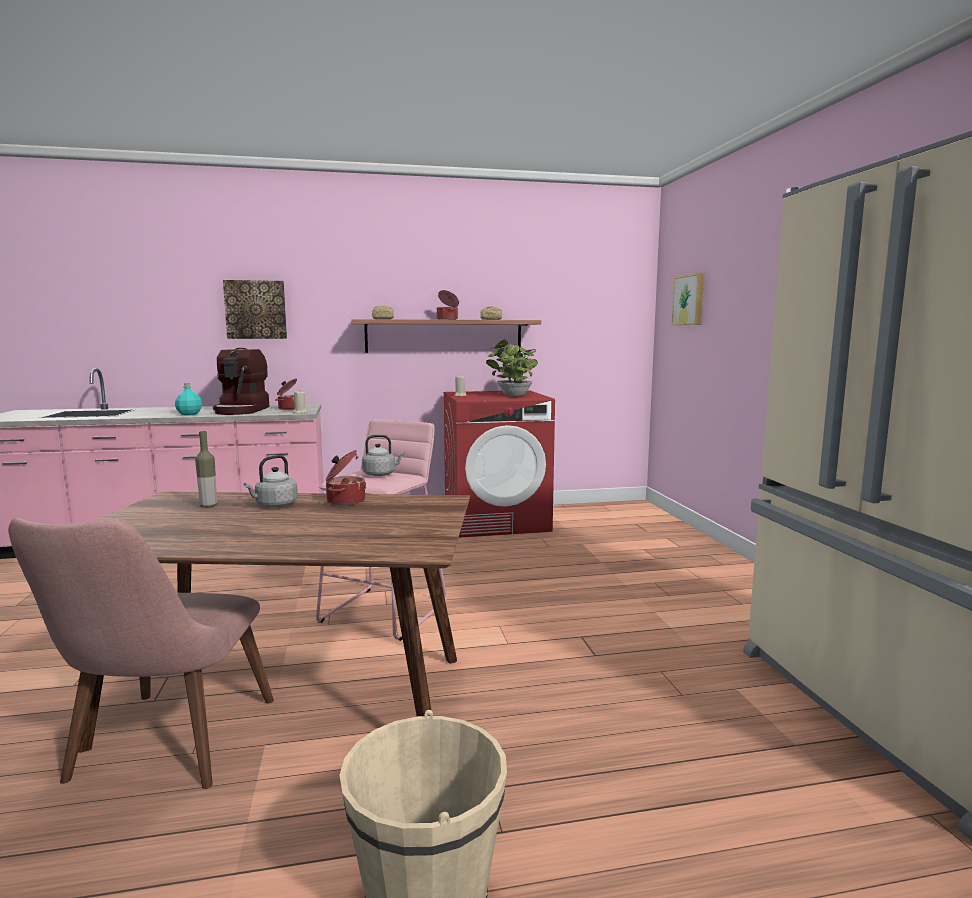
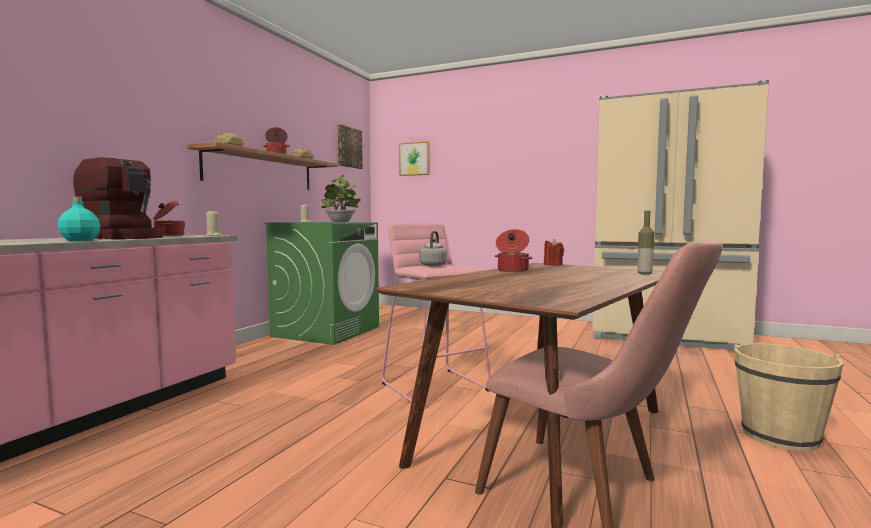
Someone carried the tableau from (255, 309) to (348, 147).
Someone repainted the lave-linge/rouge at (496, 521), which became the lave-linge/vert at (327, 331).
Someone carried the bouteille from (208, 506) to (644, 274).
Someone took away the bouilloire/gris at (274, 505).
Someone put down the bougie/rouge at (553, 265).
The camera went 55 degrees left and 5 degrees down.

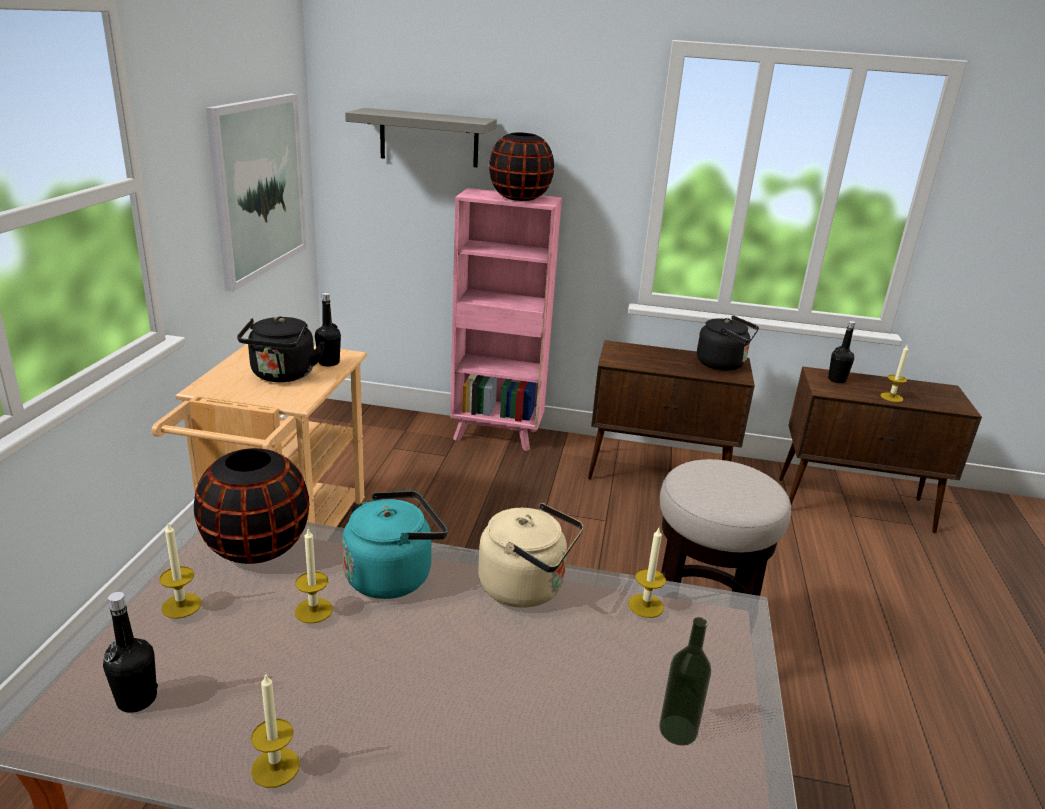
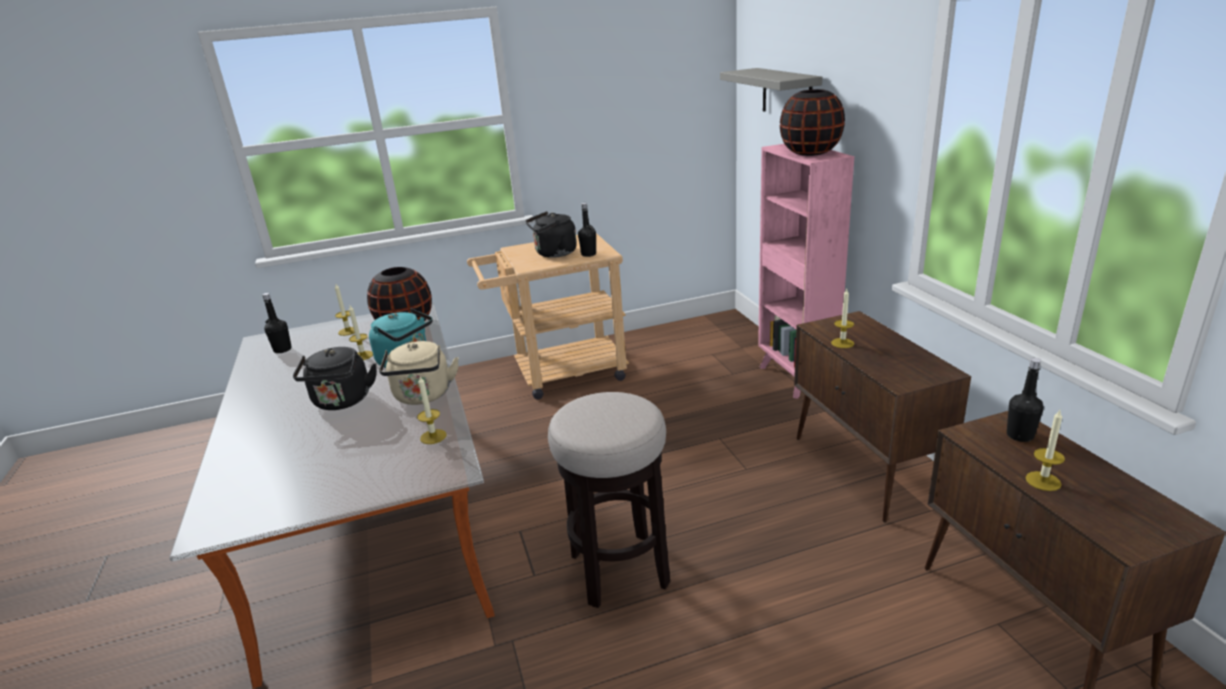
Someone took away the tableau at (259, 187).
Someone carried the bouilloire/noir from (723, 364) to (342, 402).
Someone took away the bouteille at (678, 730).
Someone carried the bougie from (275, 767) to (842, 343).
The camera went 65 degrees right and 0 degrees up.

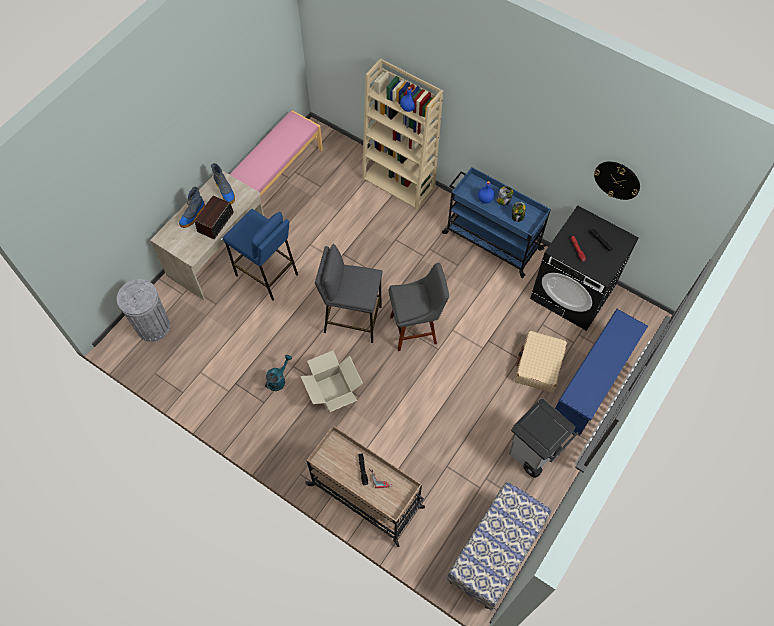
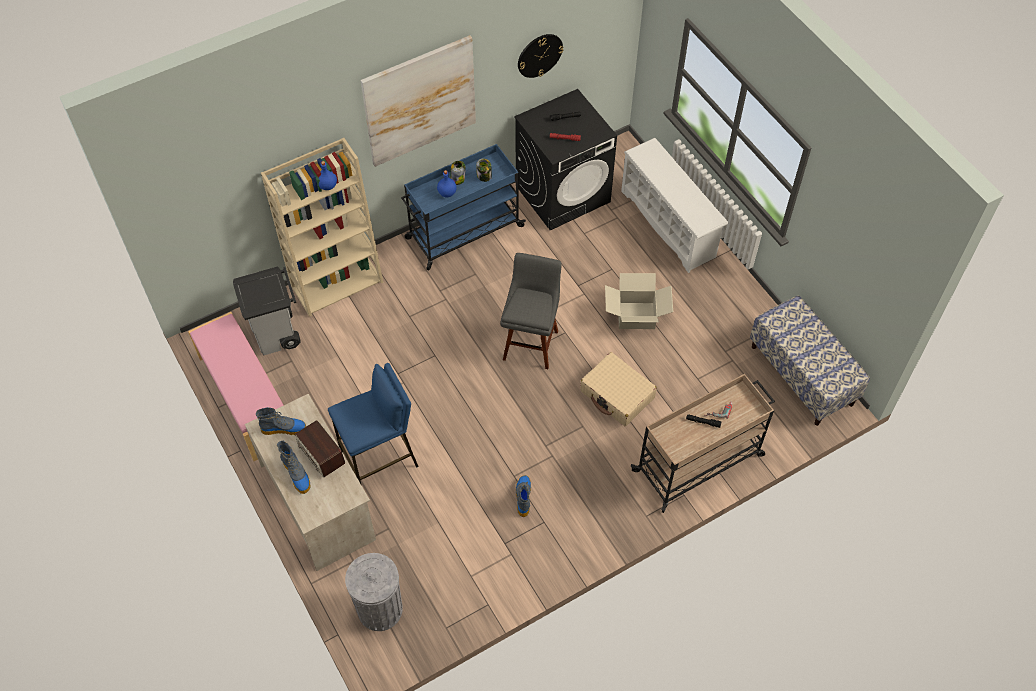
Someone took away the tabouret/gris at (352, 319).
Someone repainted the étagère à chaussures/bleu at (592, 385), which became the étagère à chaussures/blanc at (669, 224).
Someone carried the valise/beige from (539, 365) to (617, 395).
Someone carried the carton from (333, 391) to (636, 316).
Someone swapped the arrosoir/turquoise at (278, 379) for the botte at (523, 497).
Someone carried the poubelle/gris from (533, 454) to (277, 335).
Someone put up the tableau at (420, 101).
The camera went 65 degrees left and 5 degrees down.

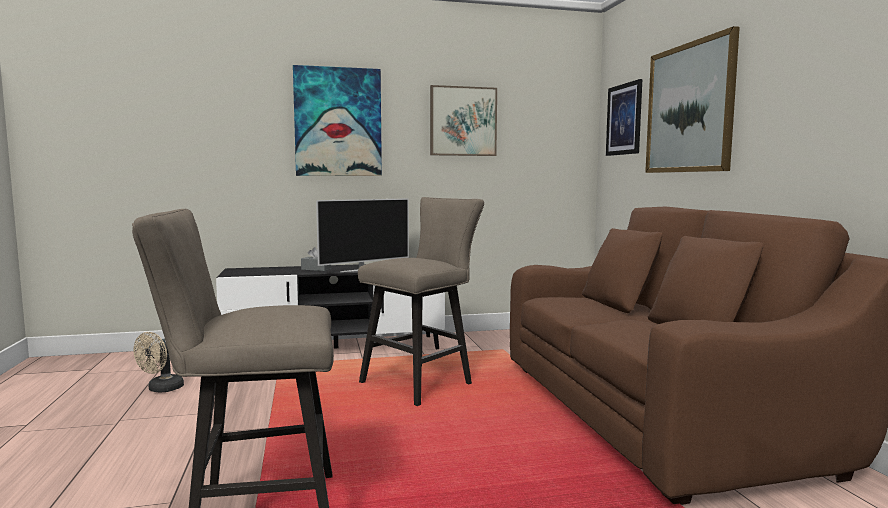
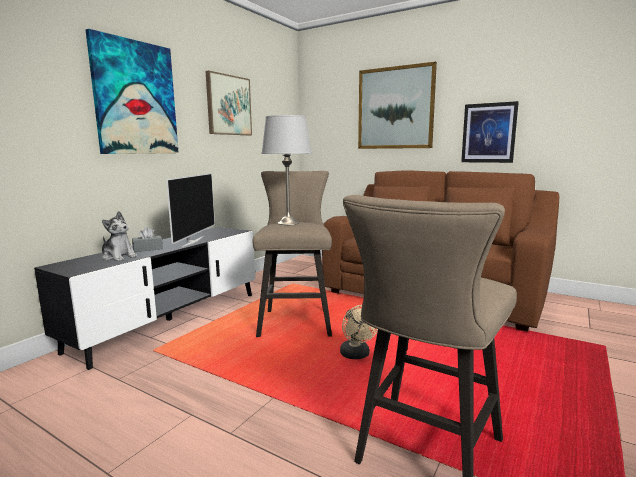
Someone carried the tableau from (624, 119) to (488, 133).
Someone carried the ventilateur/beige from (161, 389) to (357, 355).
Someone put down the lampe de table/gris at (288, 223).
Someone put down the peluche at (118, 257).
The camera went 45 degrees left and 5 degrees up.

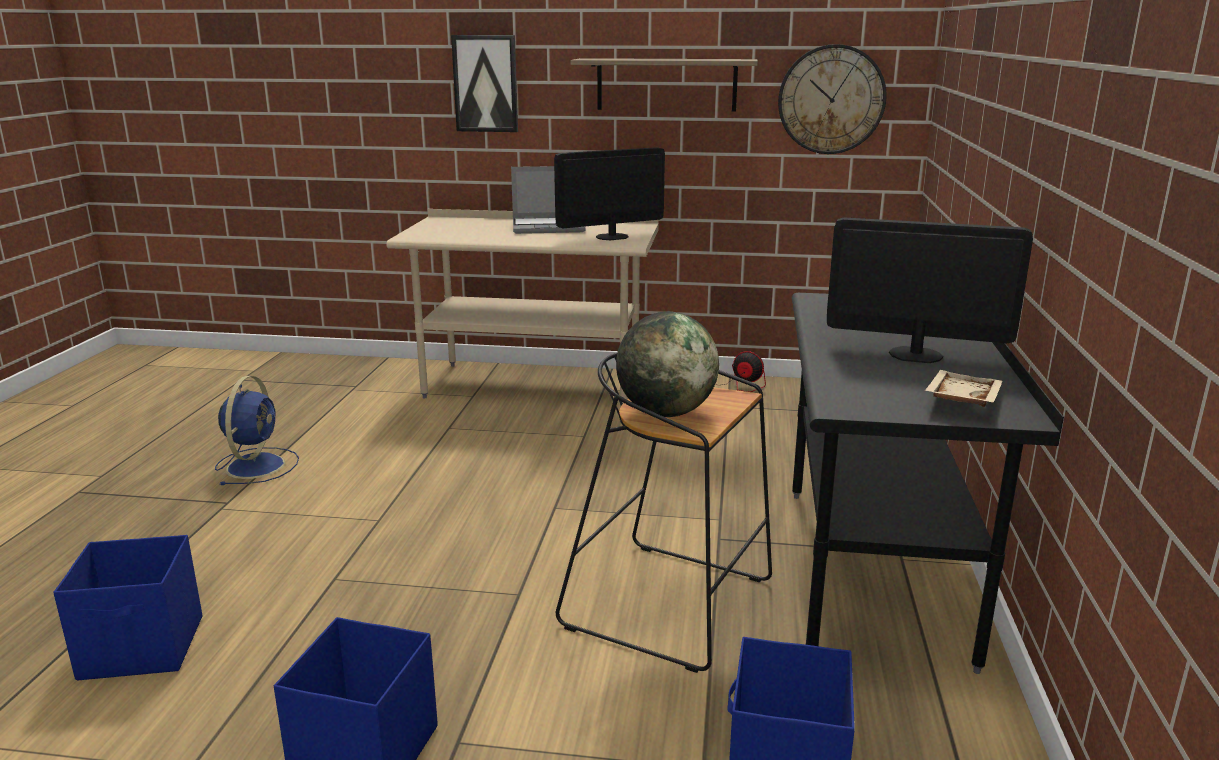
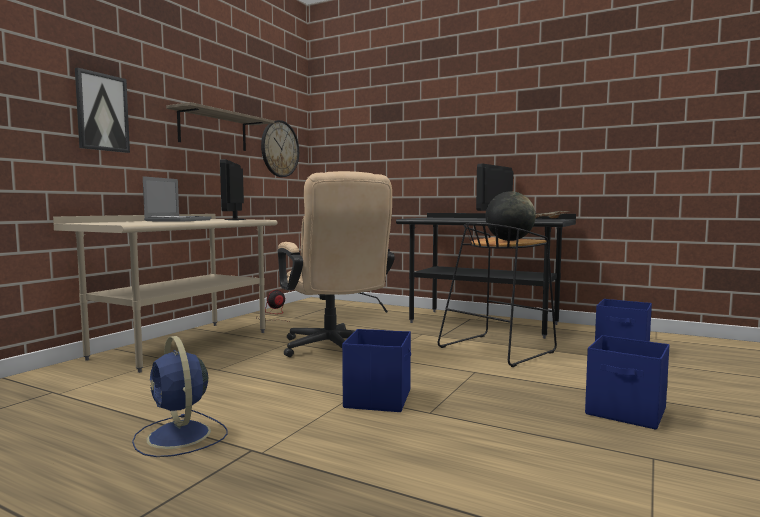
Someone rotated the ventilateur/bleu at (257, 465) by 150 degrees counterclockwise.
Someone carried the boîte de rangement/bleu from (144, 648) to (378, 398).
Someone put down the chaise de bureau/beige at (334, 349).
The camera went 70 degrees left and 15 degrees down.

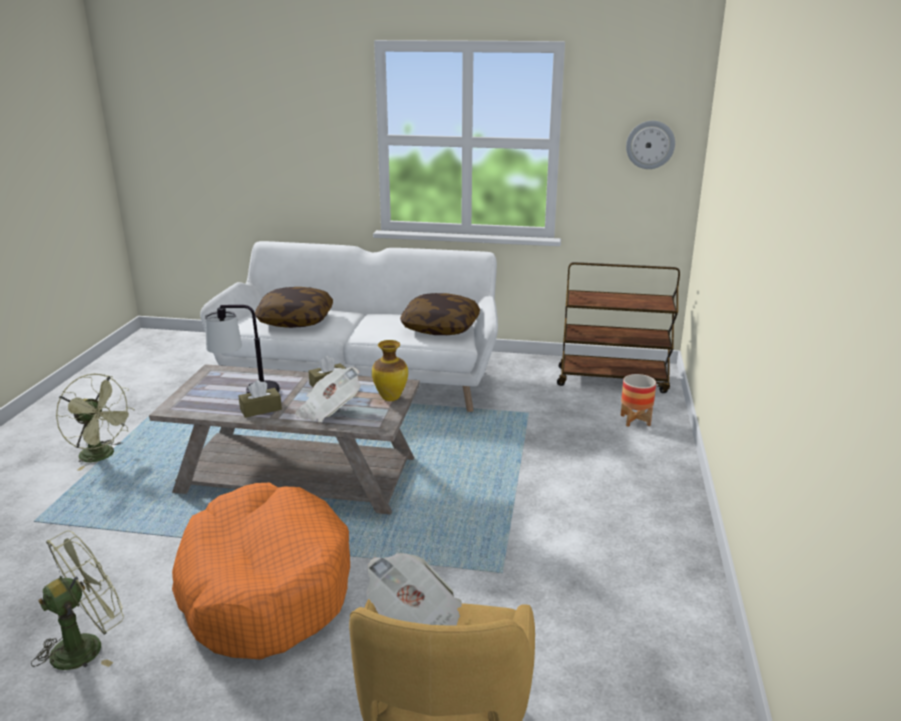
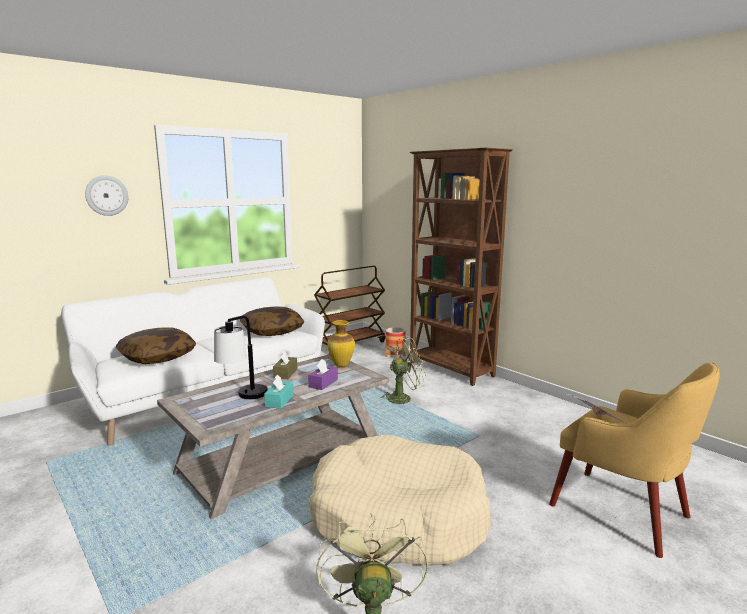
Someone carried the horloge murale from (650, 144) to (106, 195).
Someone swapped the journal at (329, 410) for the boîte à mouchoirs/violet at (323, 383).
Someone carried the ventilateur/vert from (103, 456) to (404, 398).
Someone repainted the boîte à mouchoirs/marron at (261, 409), which became the boîte à mouchoirs/turquoise at (279, 401).
Someone repainted the panier pour chien/orange at (264, 587), which became the panier pour chien/beige at (398, 517).
Someone put down the bibliothèque/marron at (451, 369).
The camera went 50 degrees left and 10 degrees down.

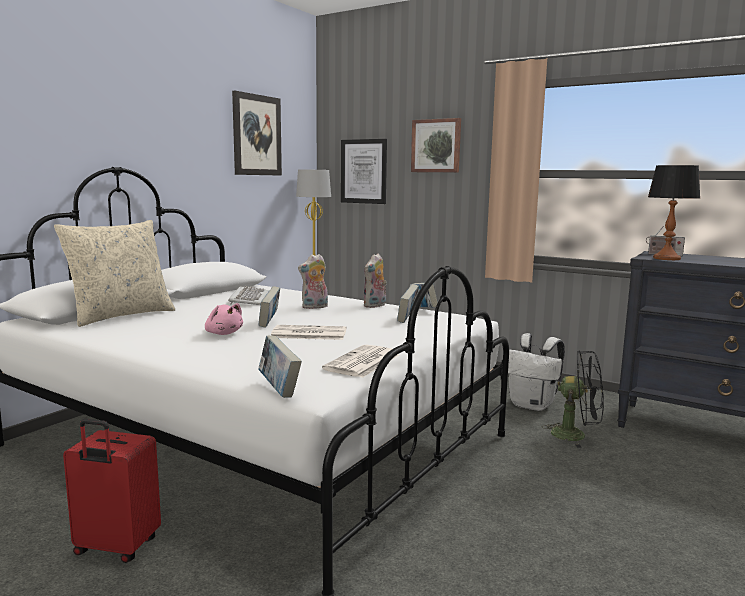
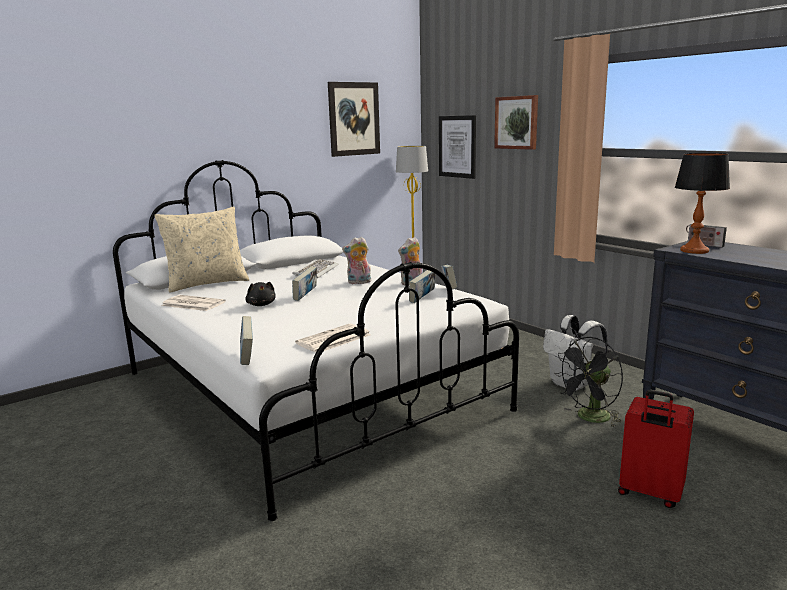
Someone repainted the peluche/rose at (223, 333), which became the peluche/noir at (261, 305).
Someone carried the journal from (308, 334) to (192, 304).
Someone rotated the ventilateur/noir at (576, 435) by 105 degrees clockwise.
Someone carried the valise/rouge from (116, 548) to (649, 493).
The camera went 20 degrees right and 5 degrees up.

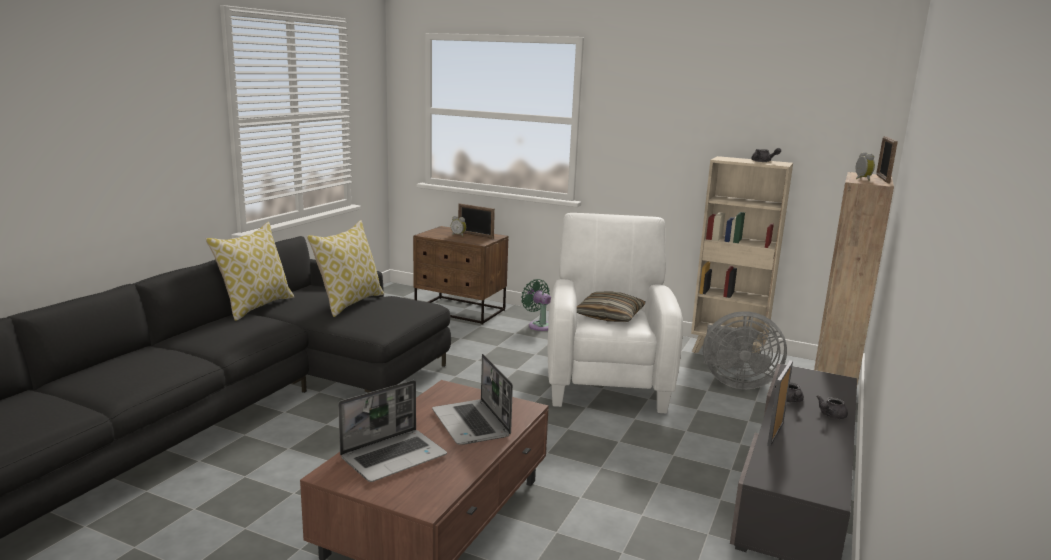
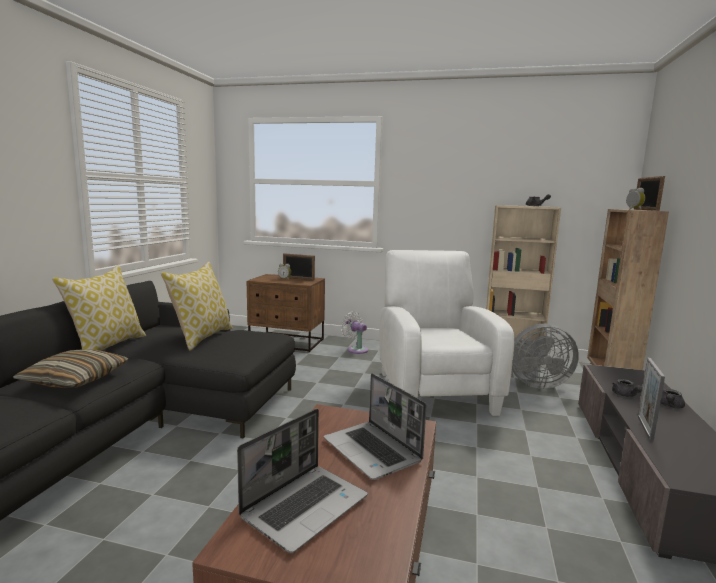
Someone repainted the ventilateur/vert at (539, 325), which became the ventilateur/blanc at (356, 349).
Someone carried the coussin from (609, 316) to (75, 379).
The camera went 10 degrees left and 5 degrees down.

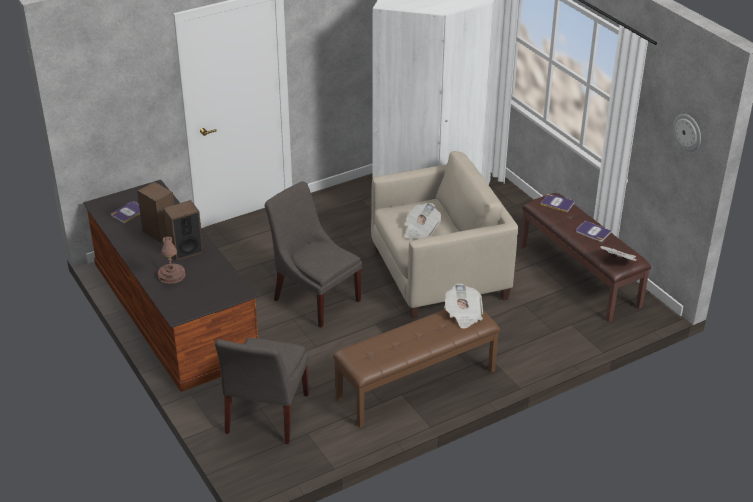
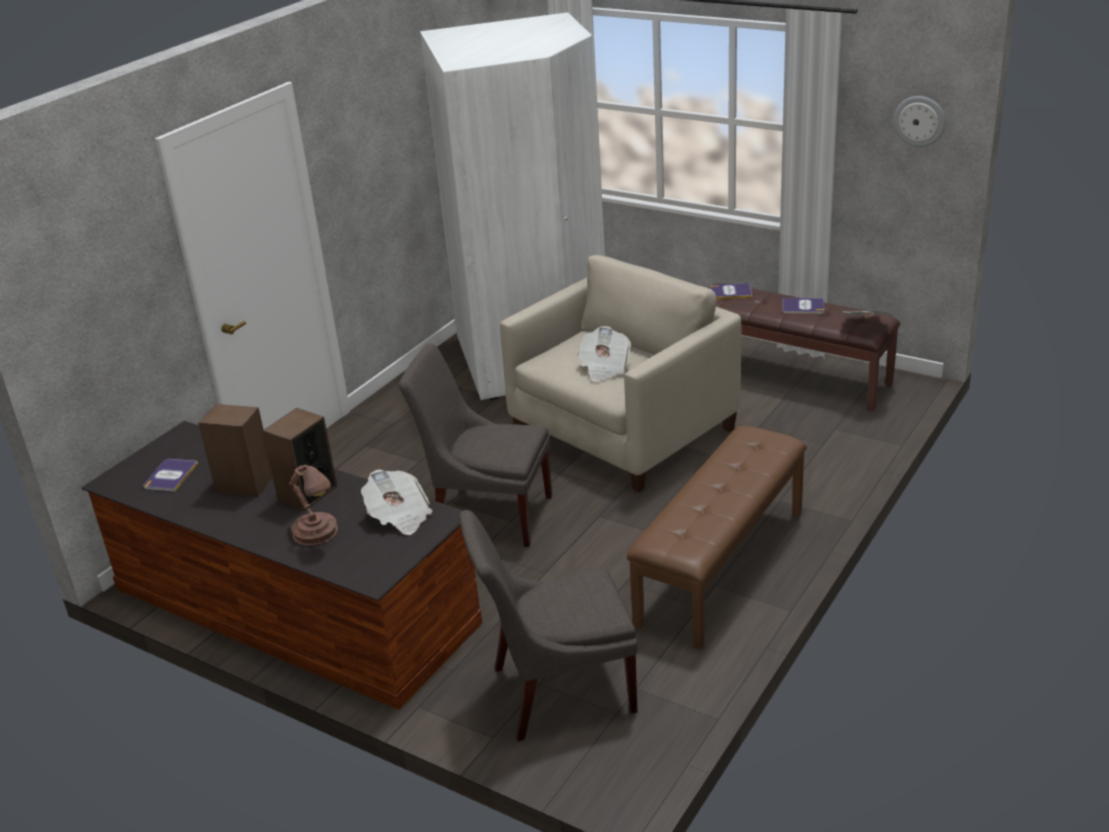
Someone carried the journal from (463, 315) to (399, 516).
Someone rotated the chaise/gris at (265, 416) by 90 degrees clockwise.
The camera went 25 degrees left and 5 degrees down.

